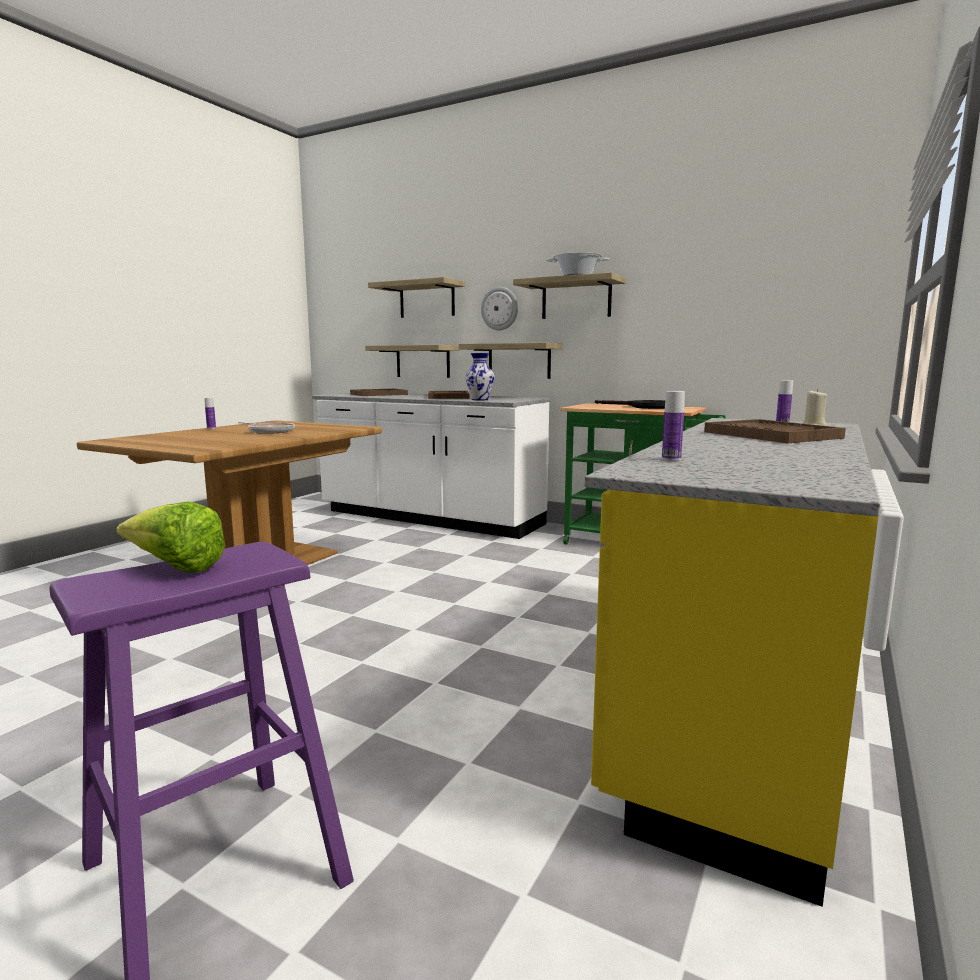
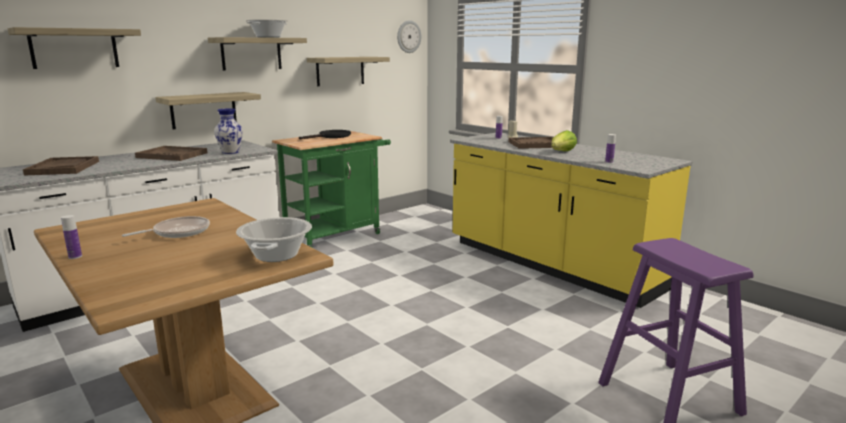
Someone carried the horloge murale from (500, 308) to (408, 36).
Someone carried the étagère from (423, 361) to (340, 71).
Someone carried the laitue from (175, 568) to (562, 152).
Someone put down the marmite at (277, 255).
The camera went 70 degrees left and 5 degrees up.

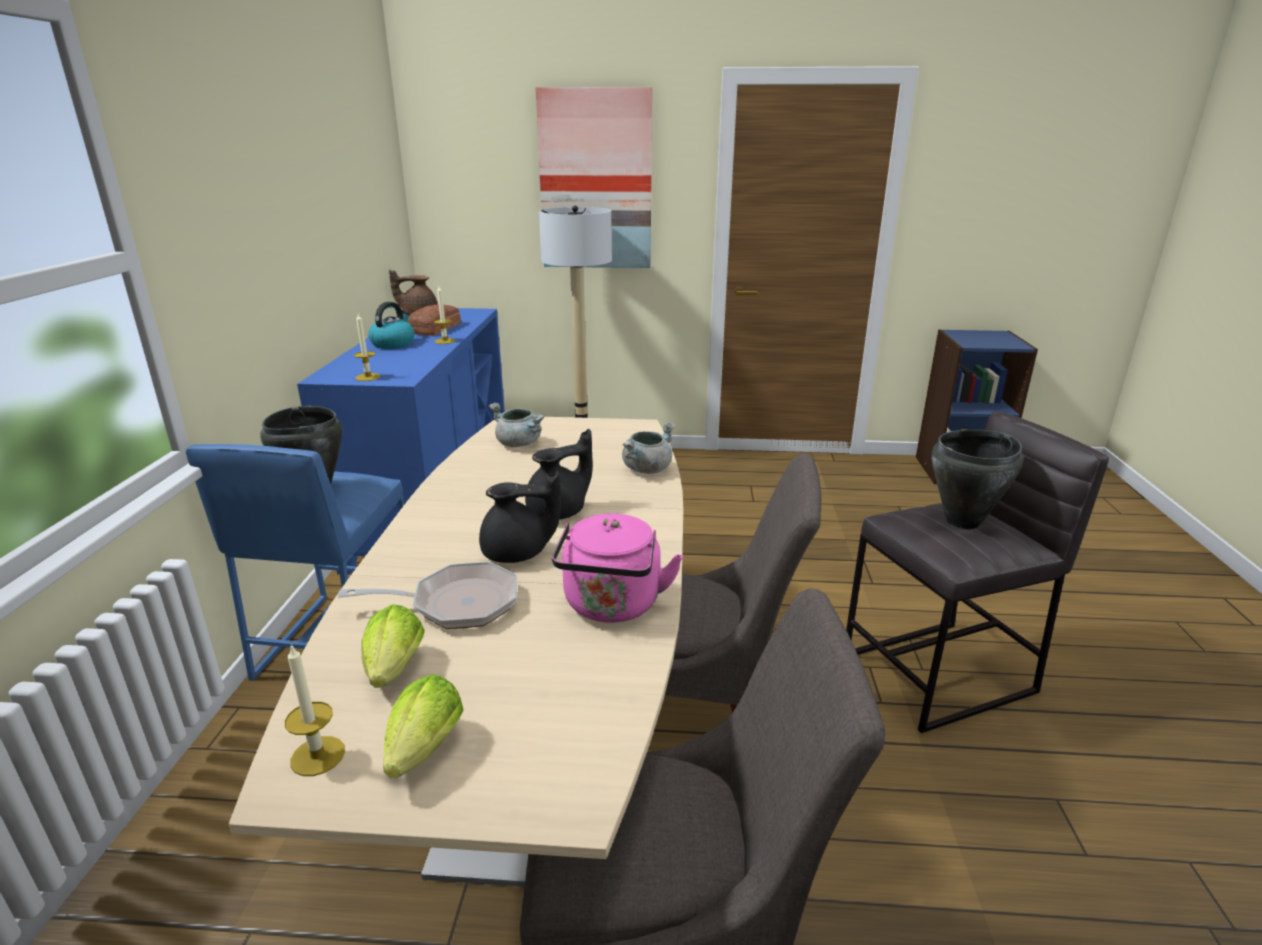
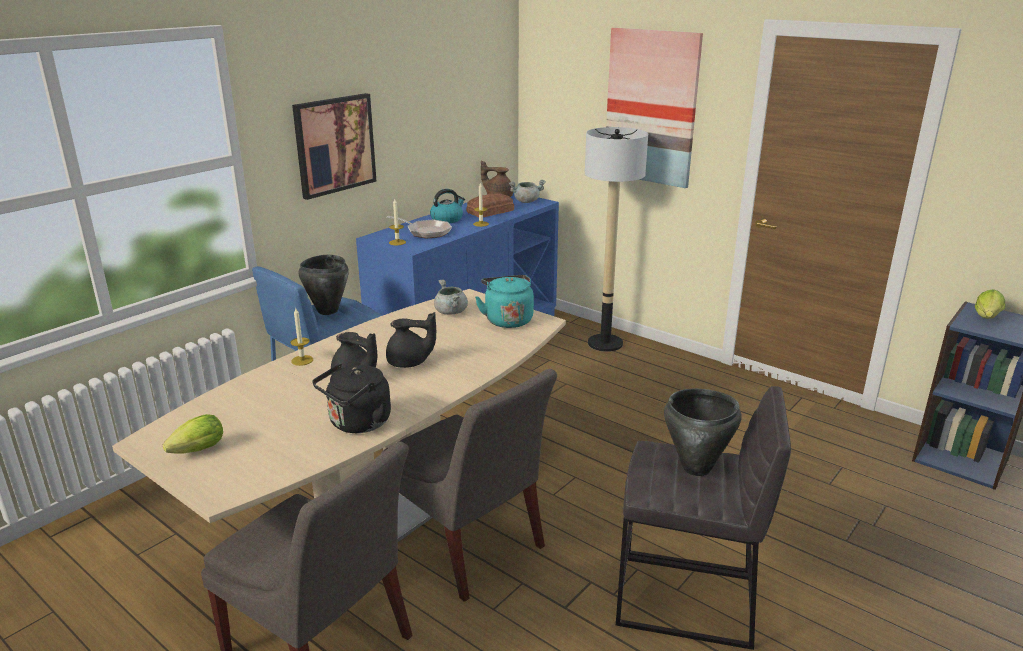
Someone carried the marmite/gris from (647, 469) to (526, 201).
Someone repainted the bouilloire/rose at (612, 606), which became the bouilloire/noir at (357, 424).
Someone carried the poêle from (456, 604) to (425, 232).
Someone carried the laitue from (393, 673) to (986, 318).
Someone carried the bougie from (318, 756) to (302, 360).
Someone put up the tableau at (334, 145).
Someone put down the bouilloire/turquoise at (507, 319).
The camera went 35 degrees right and 0 degrees up.

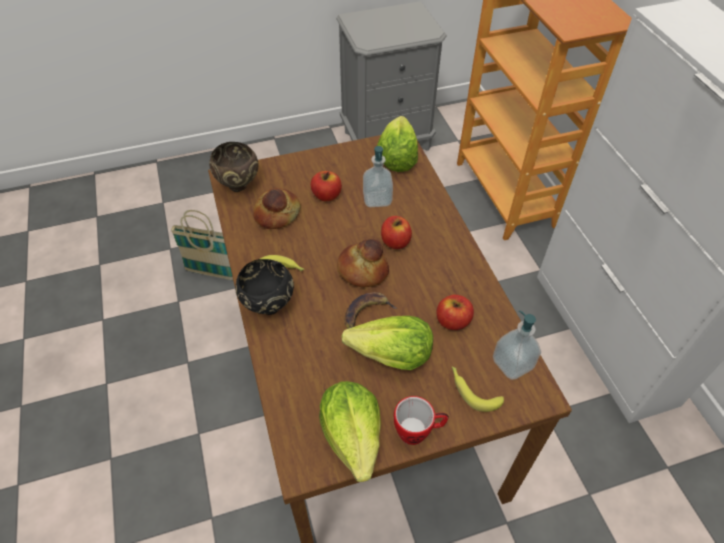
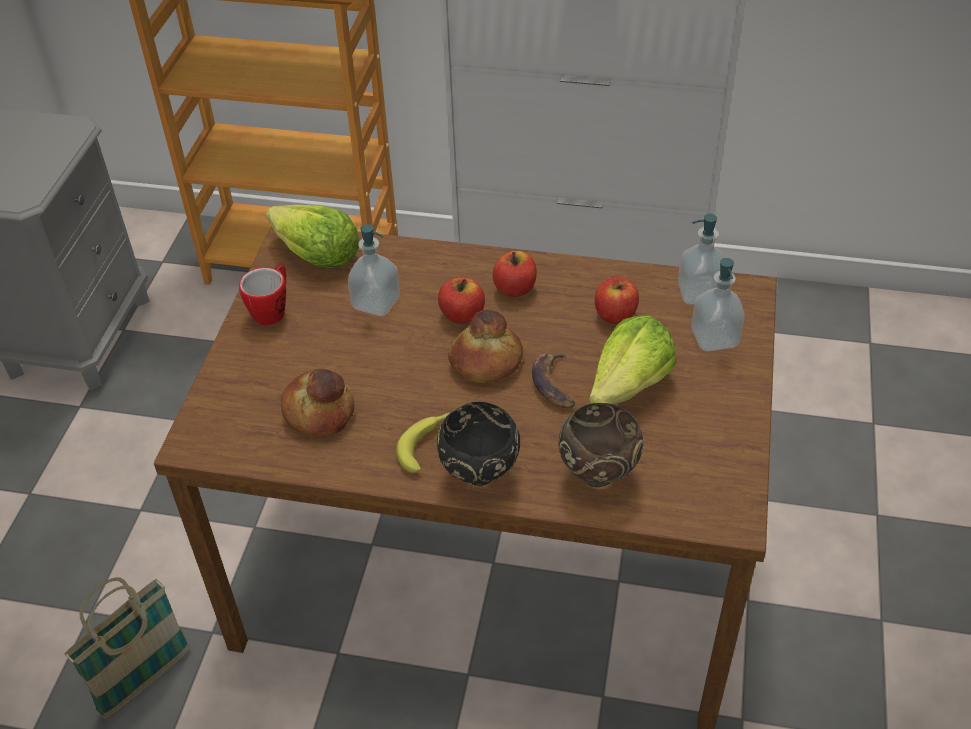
Someone carried the bol/marron from (239, 186) to (599, 474).
Someone carried the pomme from (326, 195) to (515, 288).
Someone swapped the banane at (472, 390) for the distributeur de savon at (714, 338).
Someone took away the laitue at (353, 437).
Someone carried the mug from (418, 431) to (272, 310).
The camera went 60 degrees left and 5 degrees down.

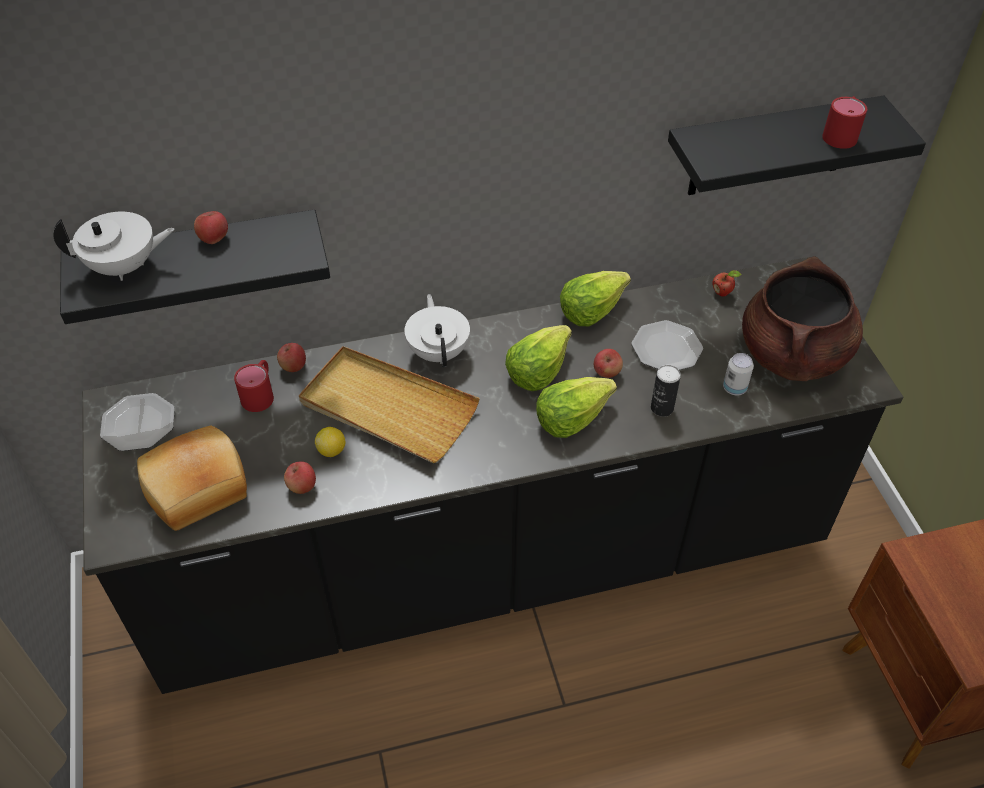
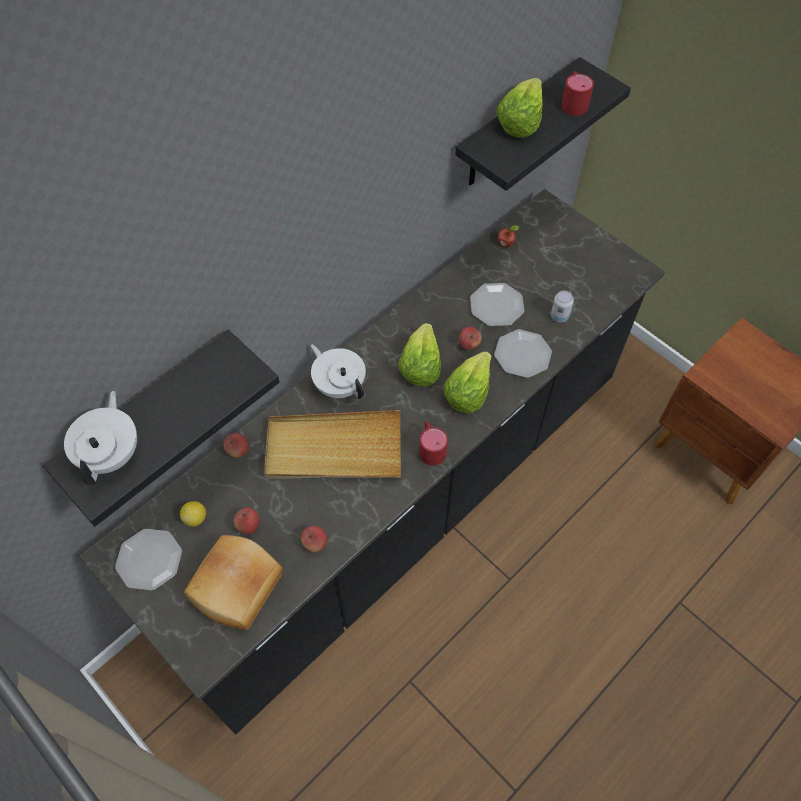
Someone carried the pomme from (214, 239) to (248, 525).
Someone rotated the théière/blanc at (124, 267) by 45 degrees counterclockwise.
Someone took away the marmite/marron at (792, 355).
Someone carried the laitue from (591, 309) to (519, 121).
Someone carried the mug/rouge from (260, 393) to (431, 447).
Someone swapped the boîte métallique at (662, 408) for the assiette at (522, 354).
Someone carried the citron from (332, 450) to (195, 518).
The camera went 30 degrees left and 10 degrees up.

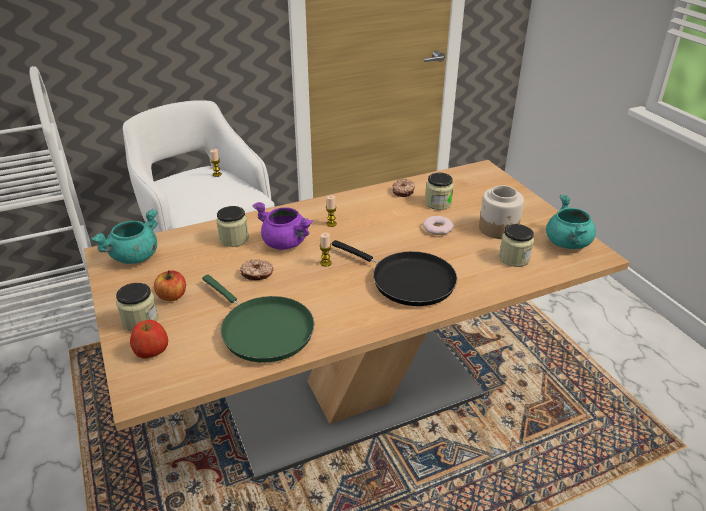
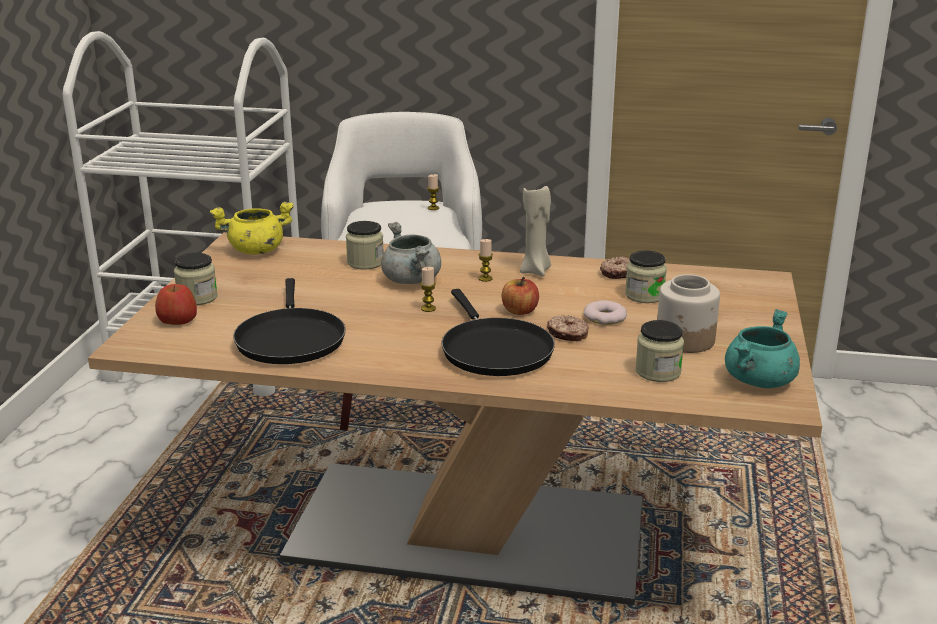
Someone repainted the marmite/violet at (285, 243), which became the marmite/gris at (412, 280).
Someone repainted the marmite/turquoise at (134, 257), which became the marmite/jaune at (256, 250).
Someone carried the beignet from (257, 274) to (567, 334).
Someone carried the pomme from (172, 296) to (520, 311).
Someone repainted the poêle/vert at (263, 330), which became the poêle/noir at (290, 339).
Someone put down the bougie/beige at (535, 271).
The camera went 35 degrees right and 10 degrees down.

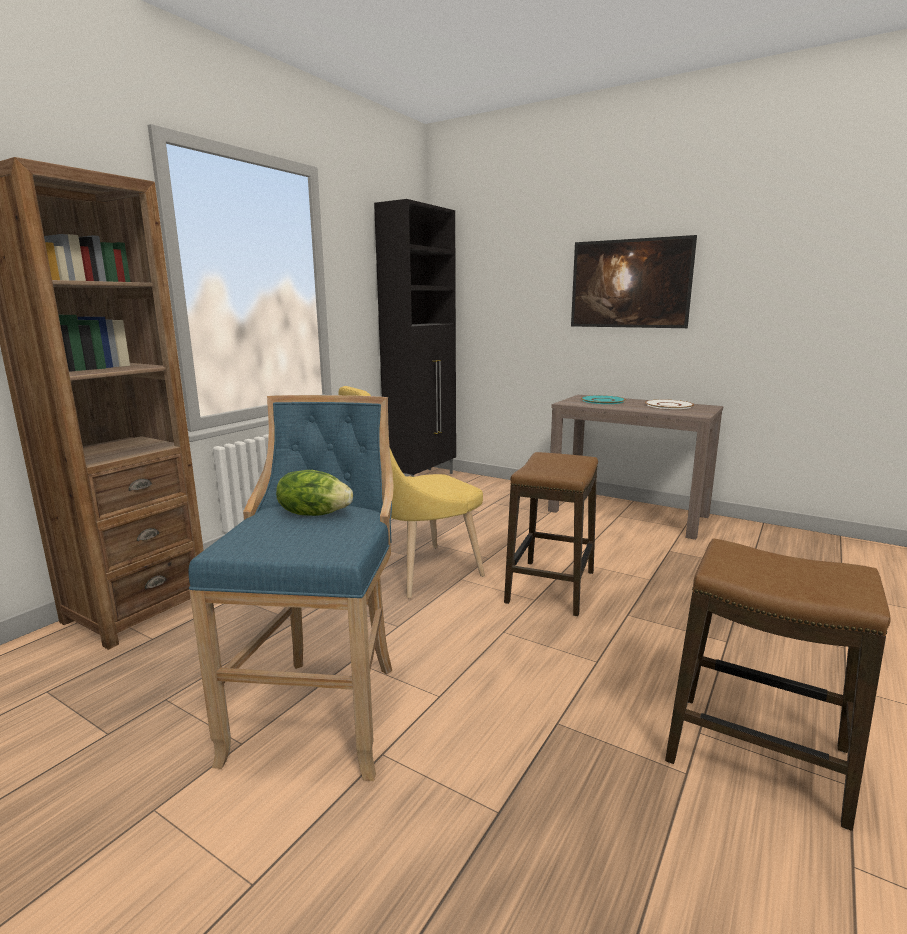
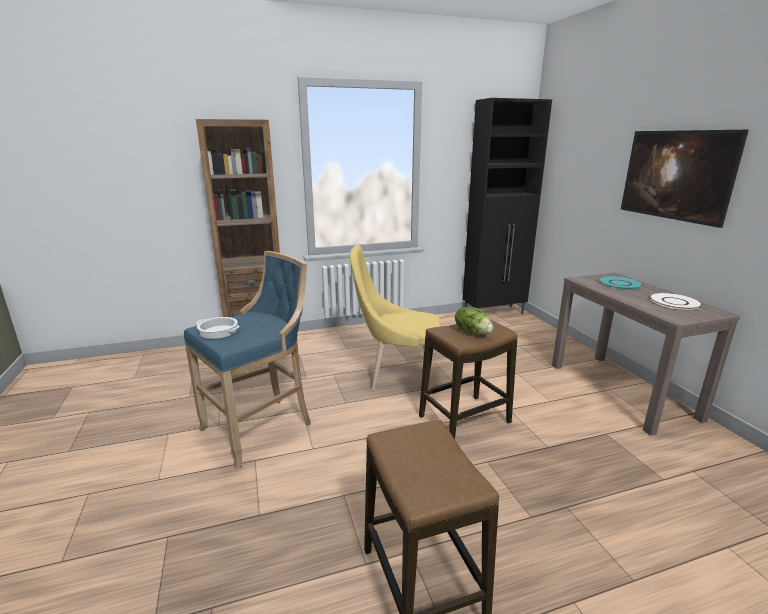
Someone carried the laitue from (314, 513) to (472, 332).
Someone put down the marmite at (218, 331).
The camera went 40 degrees right and 5 degrees up.

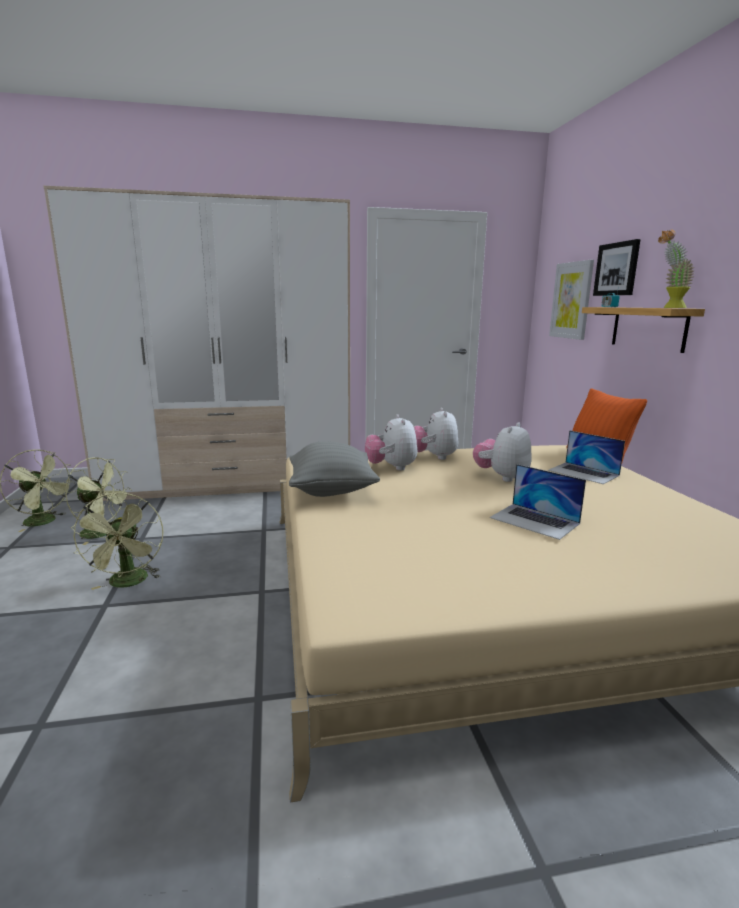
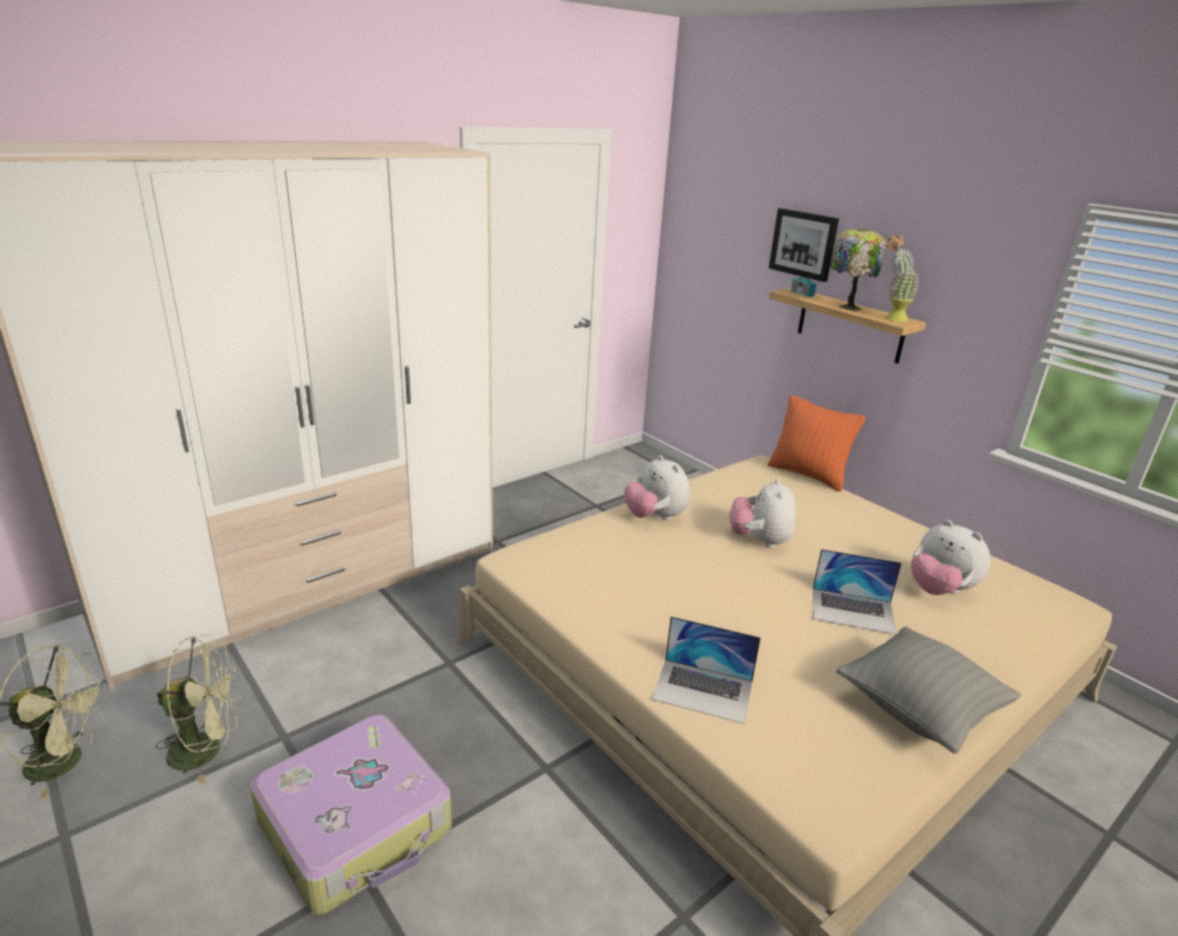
Someone took away the tableau at (571, 300).
Someone carried the peluche from (391, 468) to (939, 590).
Someone carried the ordinateur portable from (583, 473) to (703, 690).
Someone carried the coussin/gris from (331, 491) to (918, 710).
Someone swapped the ventilateur/vert at (128, 583) for the valise at (357, 825).
Someone put down the lampe de table at (847, 307).
The camera went 30 degrees left and 10 degrees up.

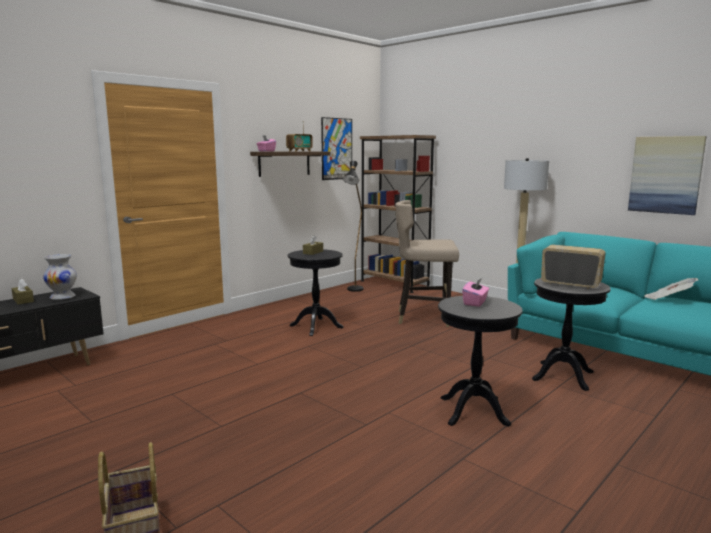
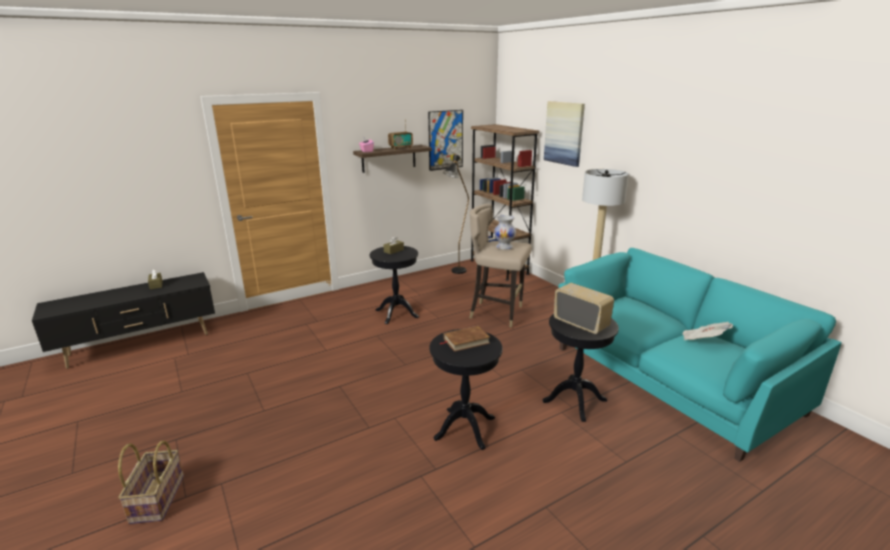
Someone carried the tableau from (665, 175) to (564, 133).
Someone carried the vase/blanc from (62, 297) to (504, 247).
Someone swapped the boîte à mouchoirs/rose at (475, 303) for the livre/marron at (466, 341).
The camera went 15 degrees right and 10 degrees up.

